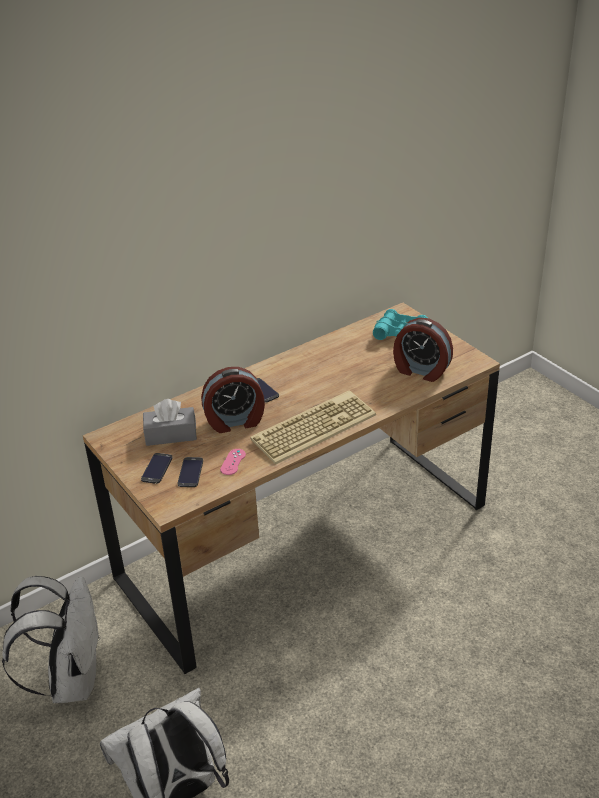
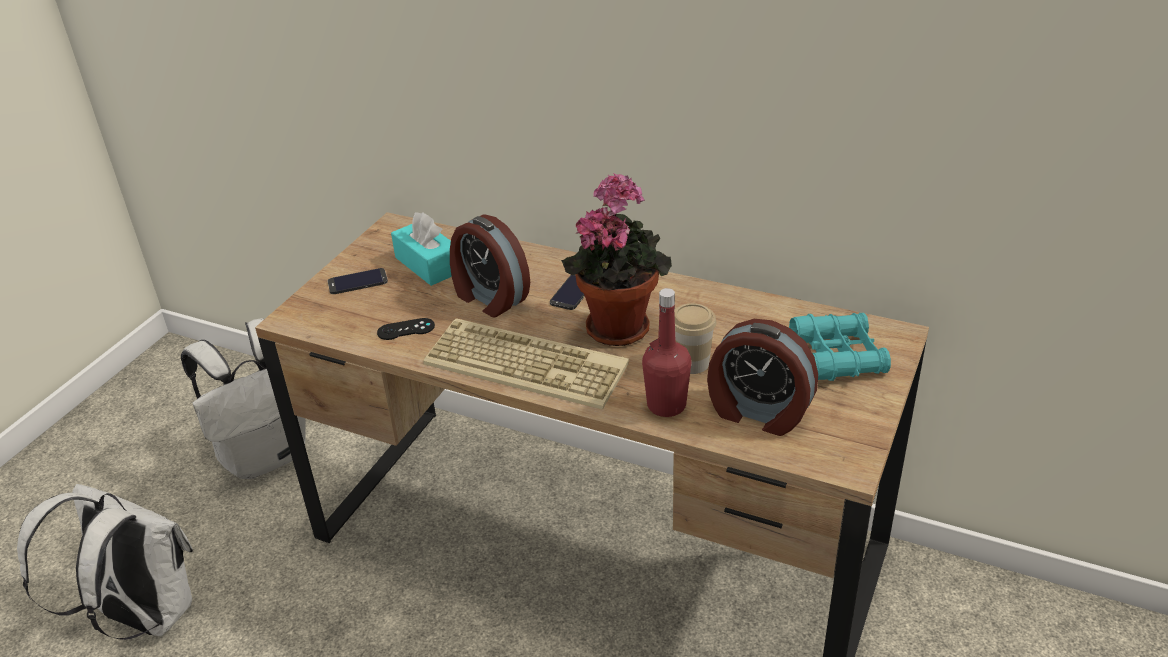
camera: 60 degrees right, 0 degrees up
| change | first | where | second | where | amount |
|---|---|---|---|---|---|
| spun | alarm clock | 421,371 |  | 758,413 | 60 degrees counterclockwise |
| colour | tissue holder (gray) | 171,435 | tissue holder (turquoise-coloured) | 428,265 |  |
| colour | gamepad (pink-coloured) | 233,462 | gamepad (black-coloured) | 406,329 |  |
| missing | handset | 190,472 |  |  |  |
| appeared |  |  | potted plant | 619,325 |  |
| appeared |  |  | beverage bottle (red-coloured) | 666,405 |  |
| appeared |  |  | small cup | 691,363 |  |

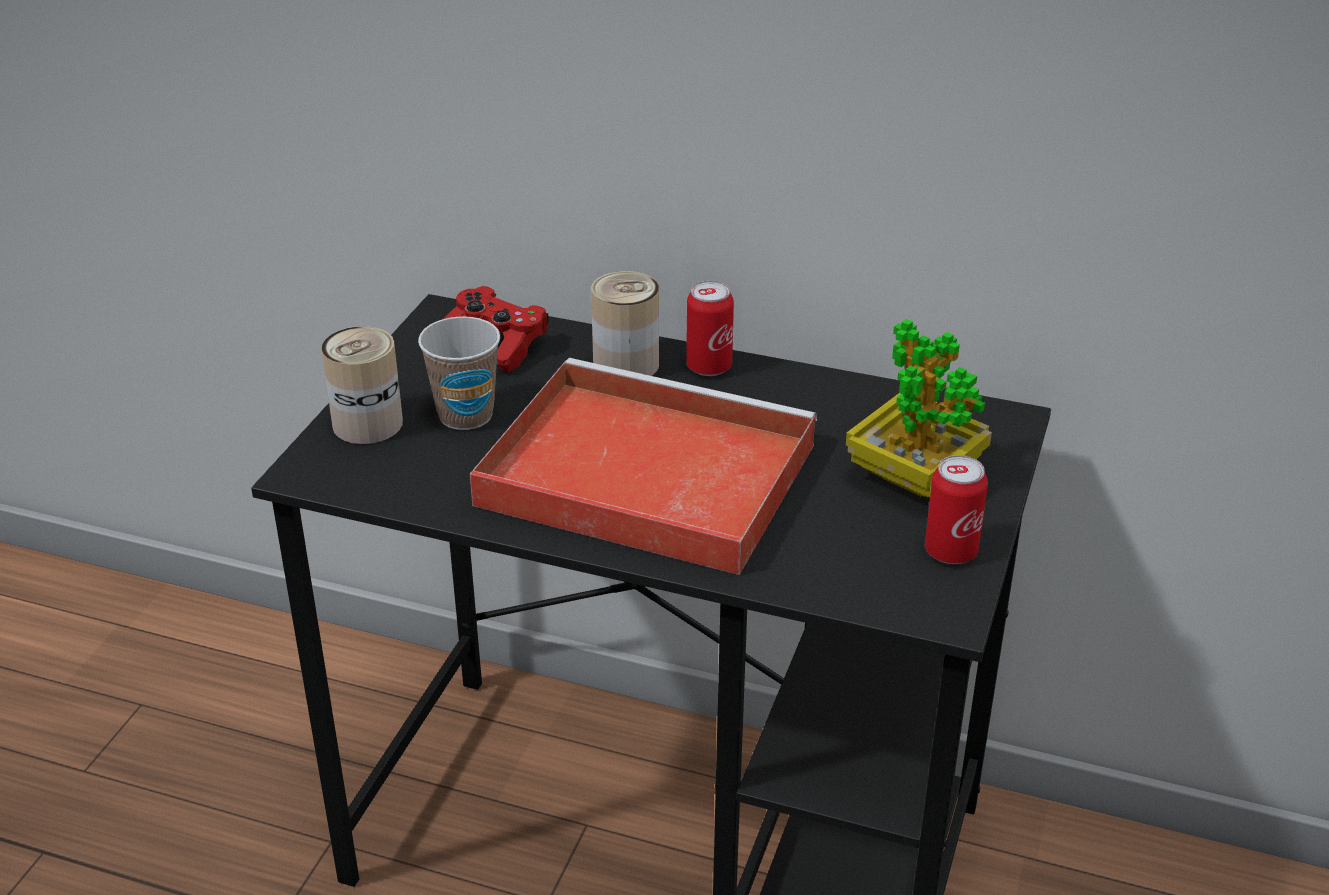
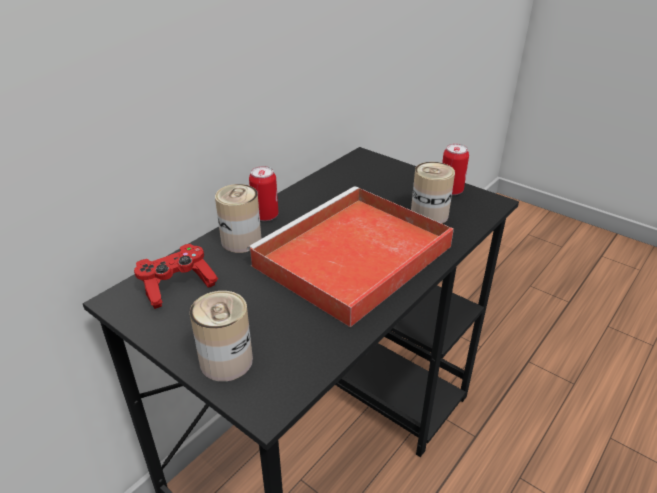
camera: 70 degrees left, 0 degrees up
| change | first | where | second | where | amount |
|---|---|---|---|---|---|
| missing | small cup | 465,415 |  |  |  |
| missing | potted plant | 914,476 |  |  |  |
| appeared |  |  | metal can | 429,215 |  |

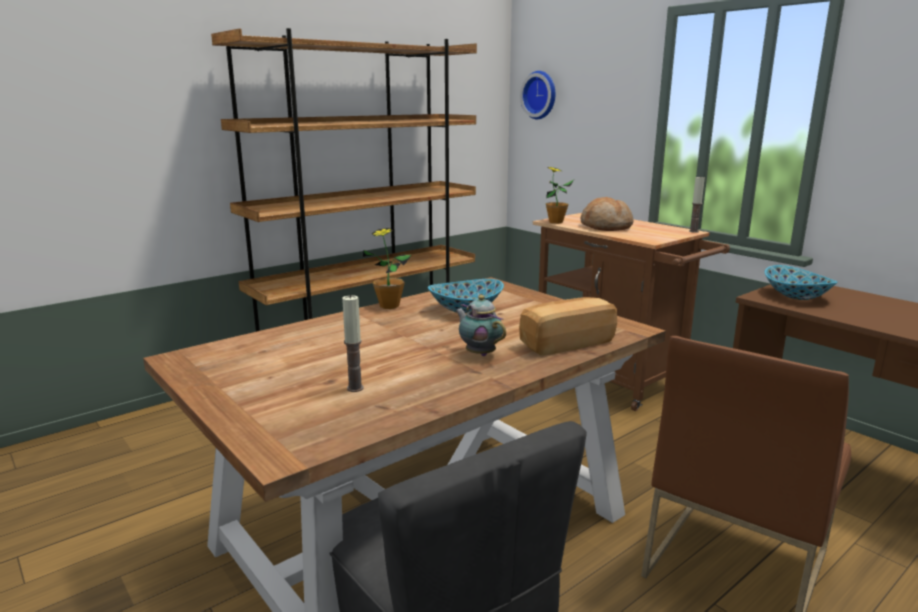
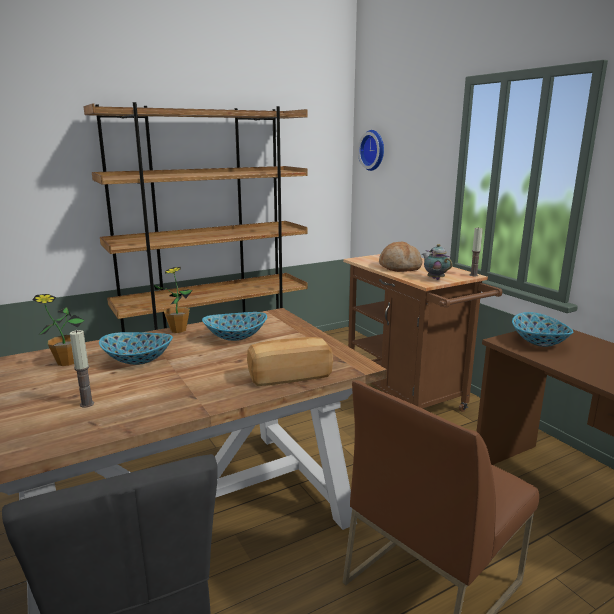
camera: 10 degrees right, 0 degrees up
| change | first | where | second | where | amount |
|---|---|---|---|---|---|
| relocated | potted plant | 555,222 |  | 66,362 |  |
| relocated | pot for tea | 479,353 |  | 435,278 |  |
| appeared |  |  | bowl | 138,360 |  |

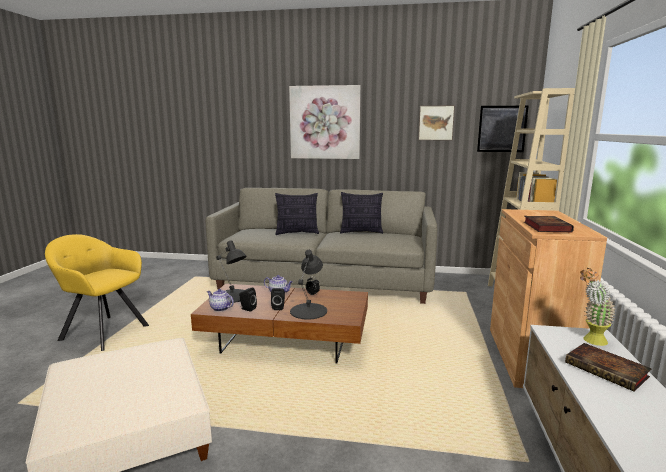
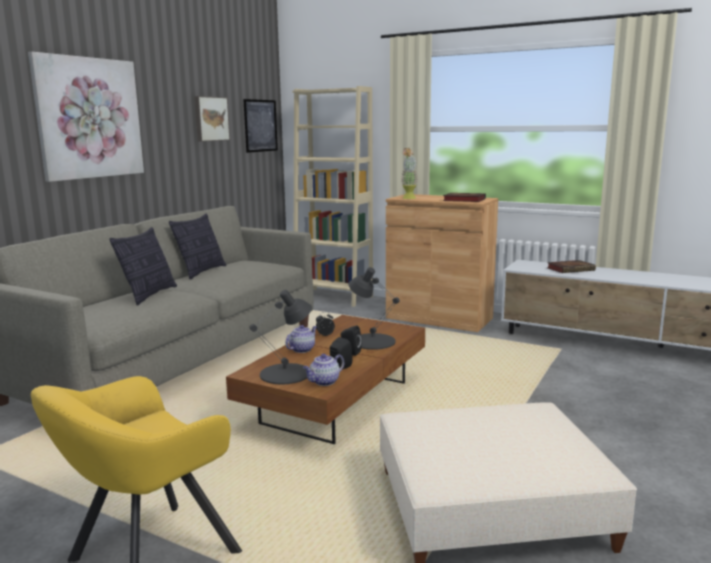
camera: 70 degrees left, 0 degrees up
| change | first | where | second | where | amount |
|---|---|---|---|---|---|
| relocated | potted plant | 590,341 |  | 409,198 |  |

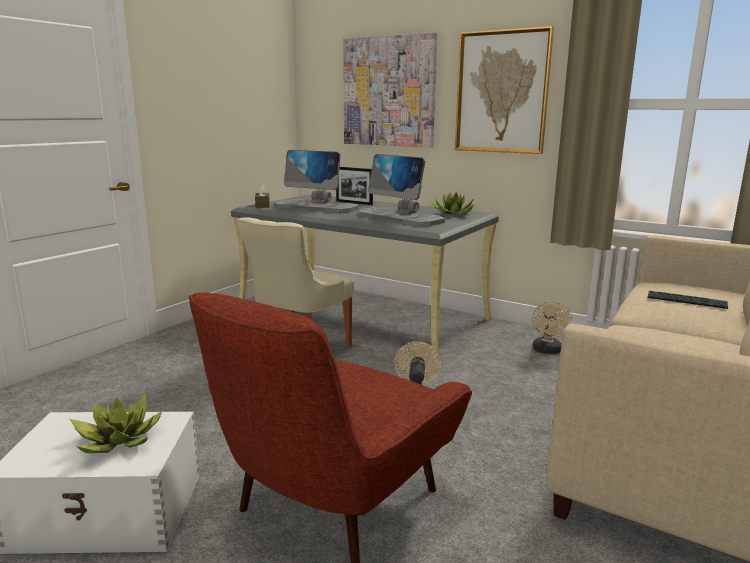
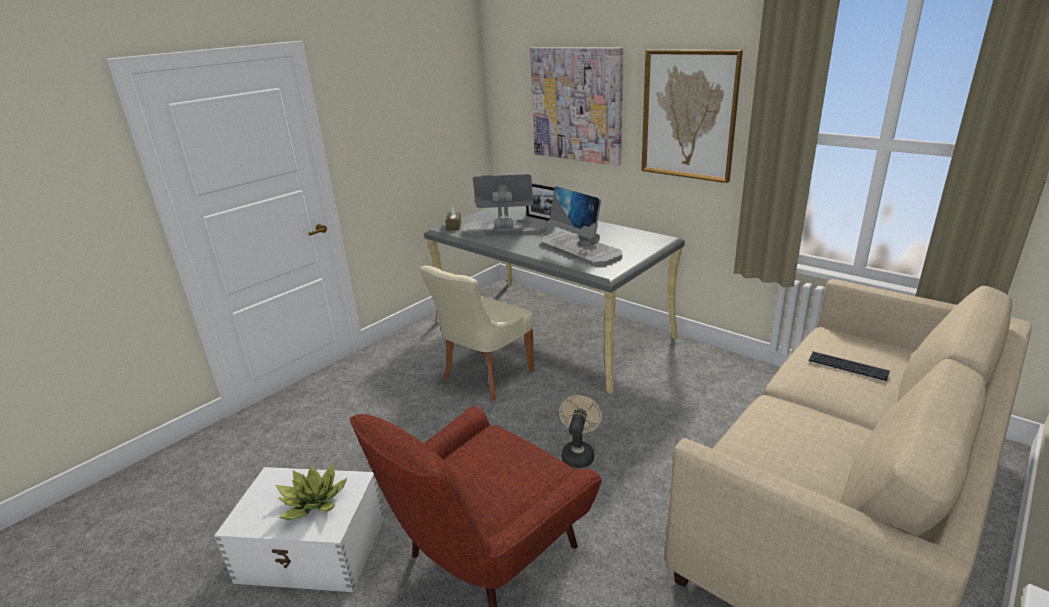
camera: 10 degrees right, 10 degrees up
| change | first | where | second | where | amount |
|---|---|---|---|---|---|
| spun | computer screen | 316,207 |  | 504,229 | 150 degrees clockwise |
| missing | potted plant | 453,214 |  |  |  |
| missing | fan (sand-coloured) | 547,351 |  |  |  |

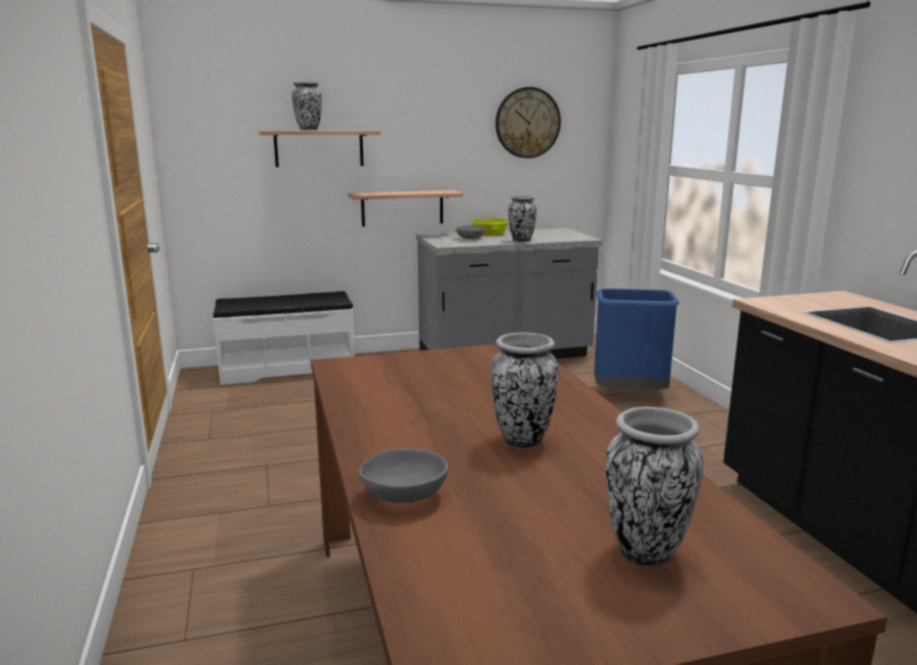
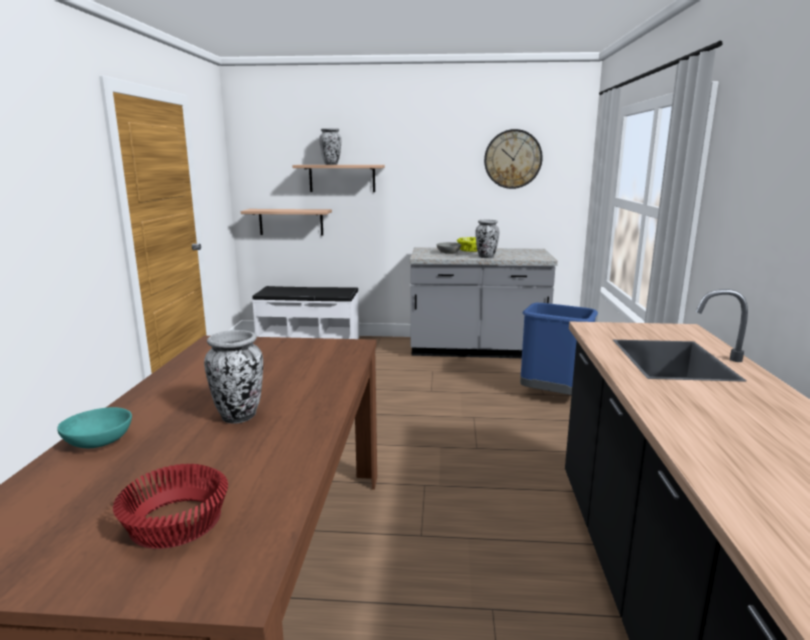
camera: 20 degrees right, 0 degrees up
| change | first | where | second | where | amount |
|---|---|---|---|---|---|
| relocated | shelf | 402,208 |  | 291,222 |  |
| exchanged | flower vase | 645,551 | bowl (red-coloured) | 176,521 |  |
| colour | bowl (gray) | 404,494 | bowl (turquoise-coloured) | 99,441 |  |

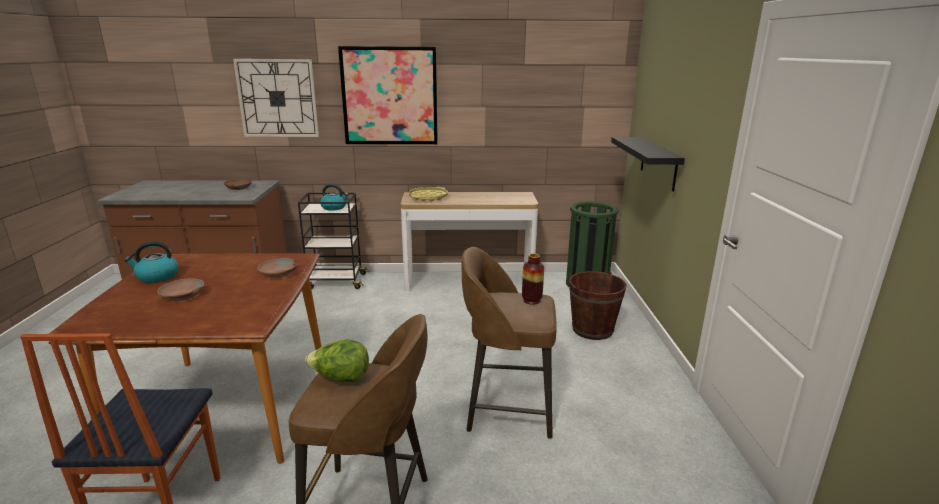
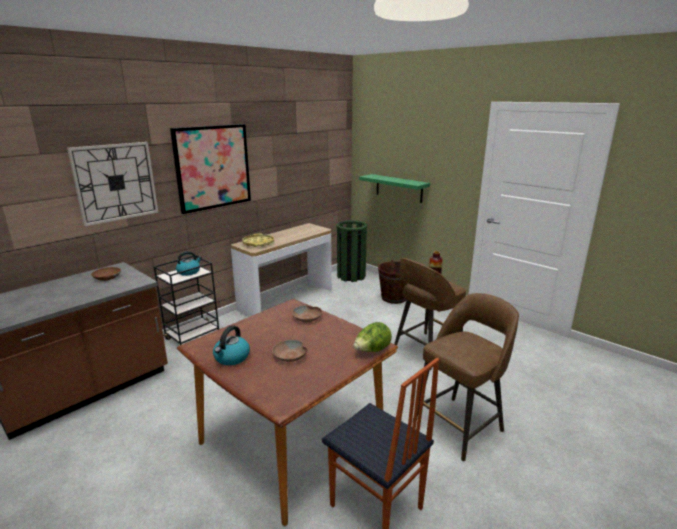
camera: 45 degrees left, 0 degrees up
| change | first | where | second | where | amount |
|---|---|---|---|---|---|
| colour | shelf (black-coloured) | 658,163 | shelf (greenish) | 399,188 |  |
| relocated | lettuce head | 340,379 |  | 372,351 |  |

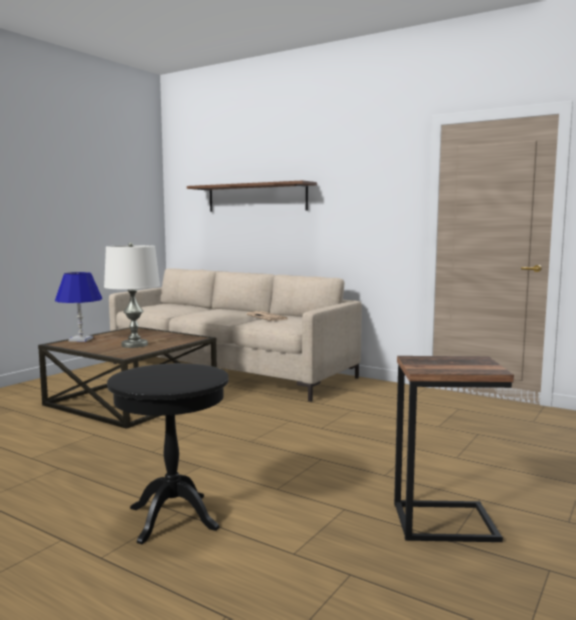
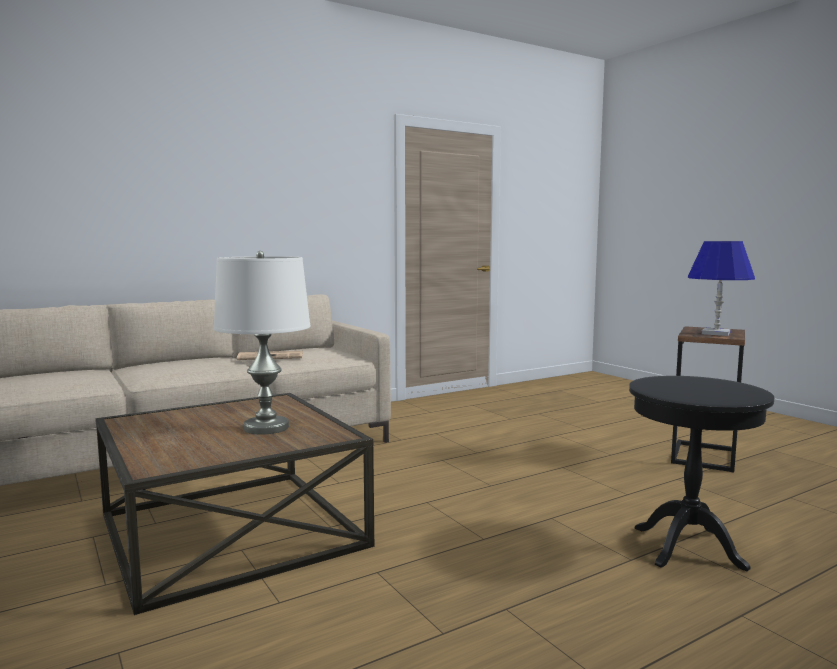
camera: 65 degrees left, 0 degrees up
| change | first | where | second | where | amount |
|---|---|---|---|---|---|
| missing | shelf (brown-coloured) | 256,198 |  |  |  |
| relocated | lamp for a table (blue) | 81,339 |  | 716,333 |  |

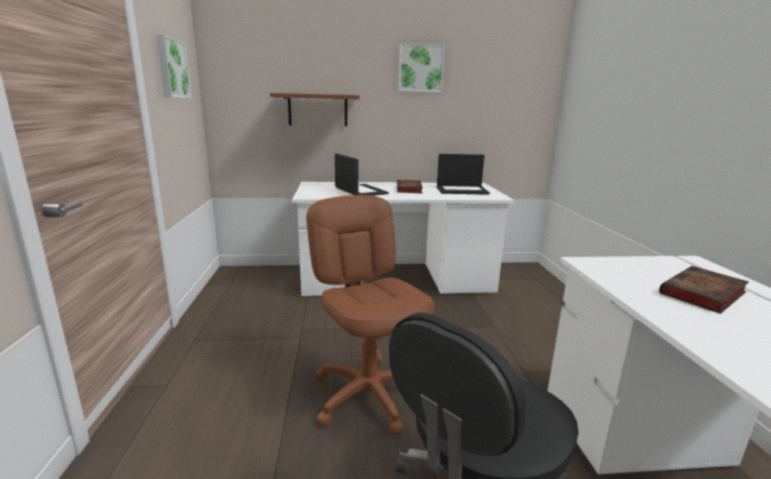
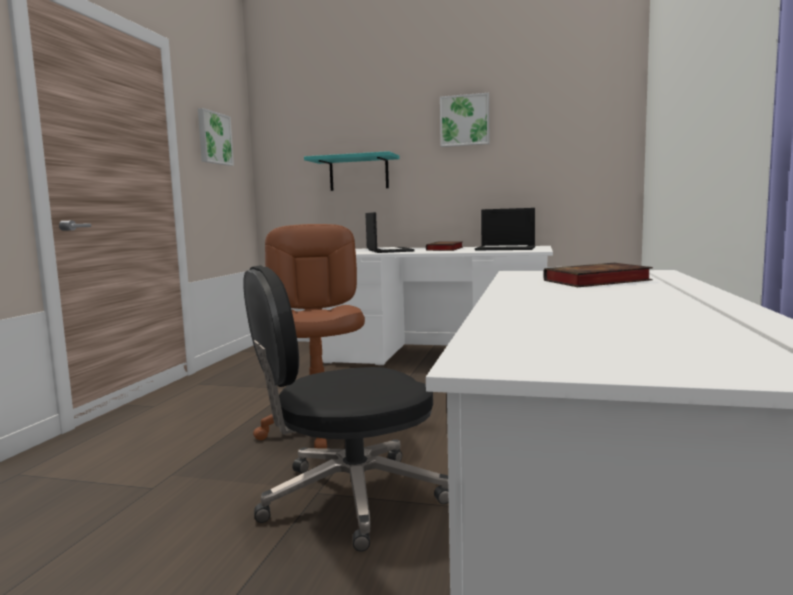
camera: 20 degrees right, 10 degrees down
| change | first | where | second | where | amount |
|---|---|---|---|---|---|
| colour | shelf (brown-coloured) | 318,110 | shelf (turquoise-coloured) | 359,173 |  |

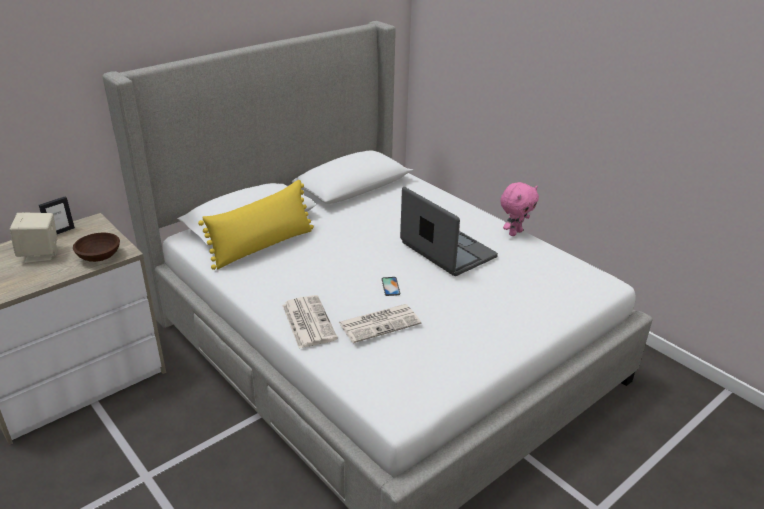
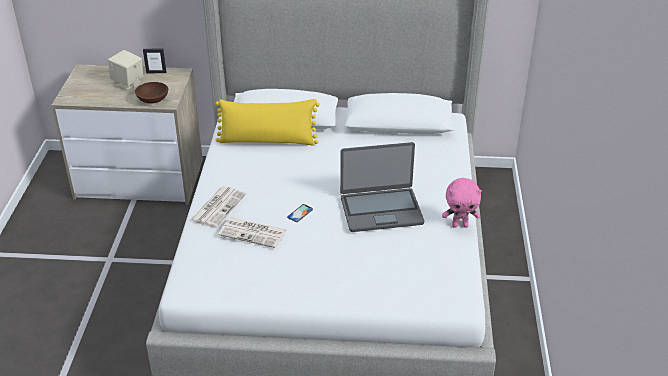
camera: 45 degrees right, 5 degrees up
| change | first | where | second | where | amount |
|---|---|---|---|---|---|
| spun | notebook computer | 447,251 |  | 381,210 | 75 degrees clockwise |

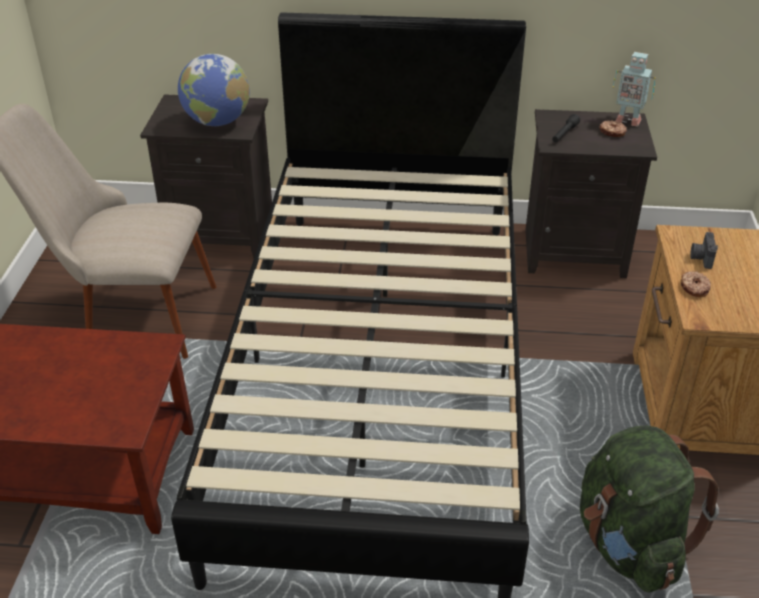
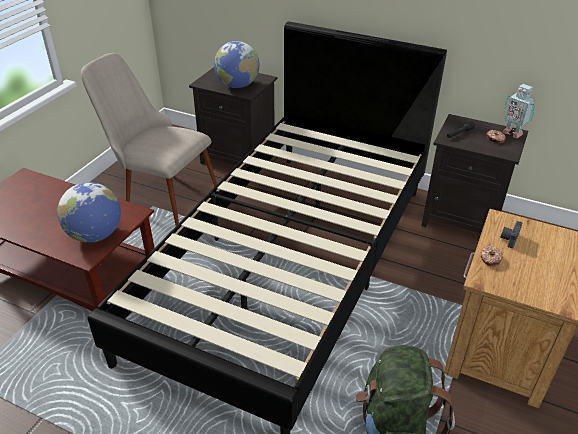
camera: 20 degrees right, 0 degrees up
| change | first | where | second | where | amount |
|---|---|---|---|---|---|
| appeared |  |  | desk globe | 95,235 |  |

